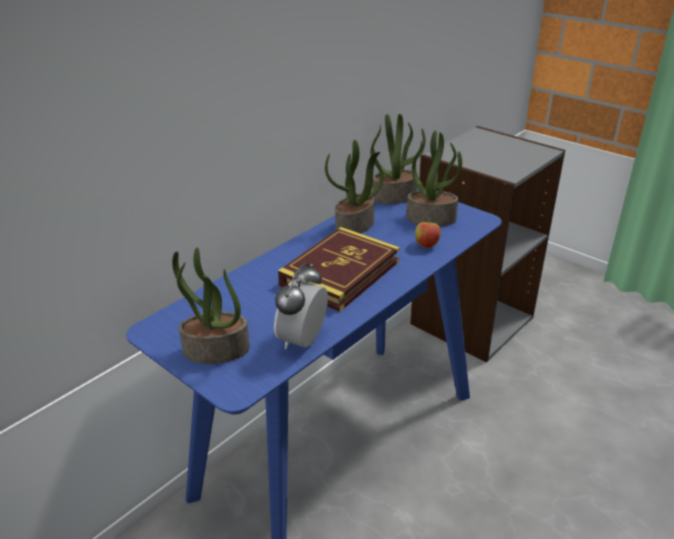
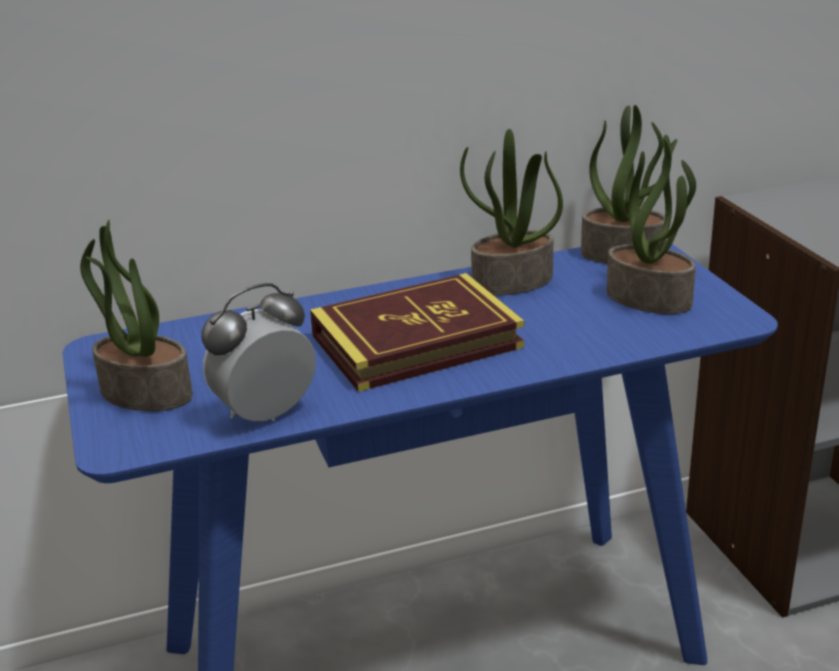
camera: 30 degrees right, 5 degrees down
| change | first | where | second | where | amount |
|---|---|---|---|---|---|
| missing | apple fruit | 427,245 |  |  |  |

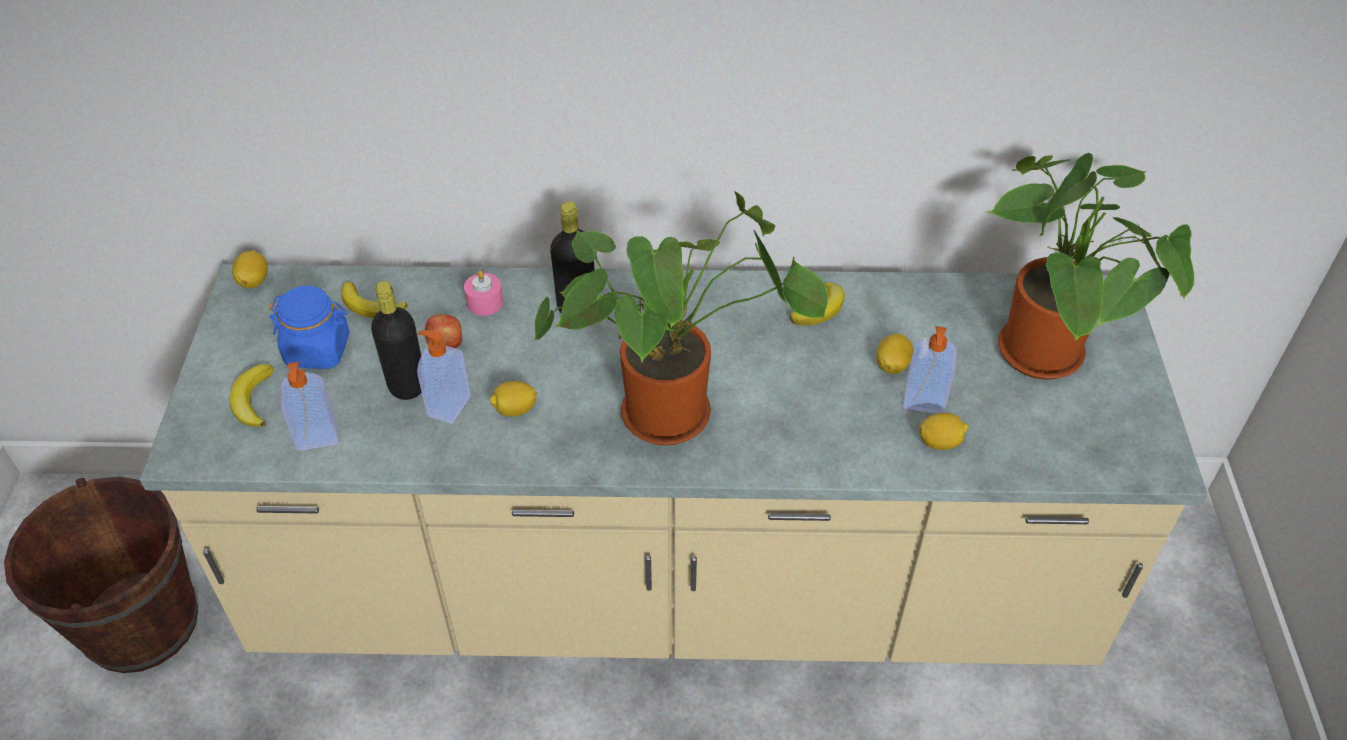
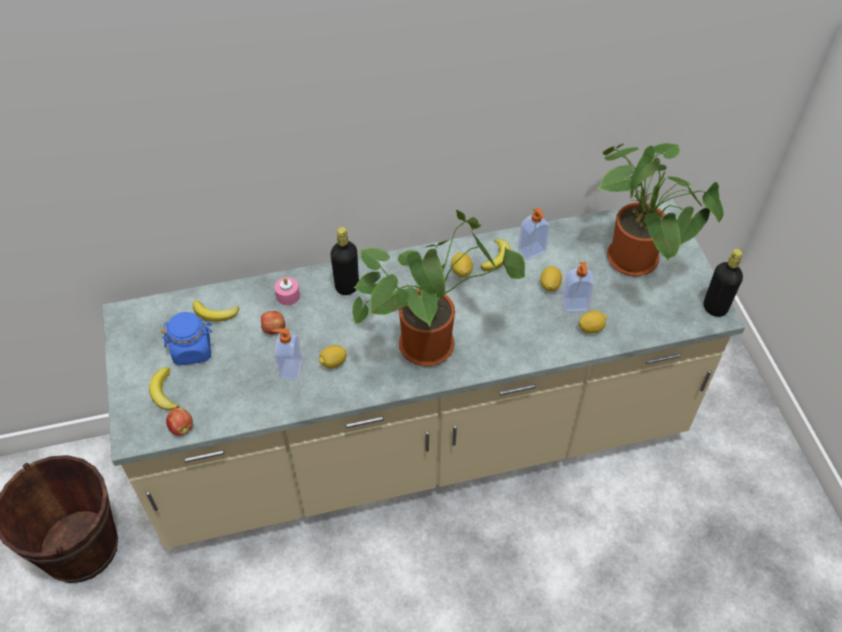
camera: 15 degrees left, 5 degrees up
| change | first | where | second | where | amount |
|---|---|---|---|---|---|
| relocated | citrus fruit | 254,281 |  | 461,271 |  |
| relocated | beverage bottle (black-coloured) | 407,386 |  | 715,308 |  |
| relocated | soap bottle | 317,438 |  | 532,251 |  |
| appeared |  |  | apple fruit | 181,427 |  |

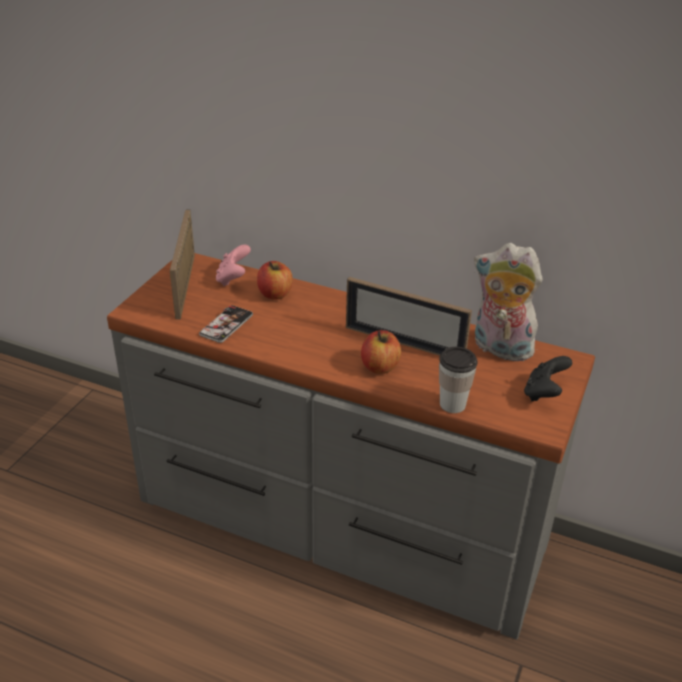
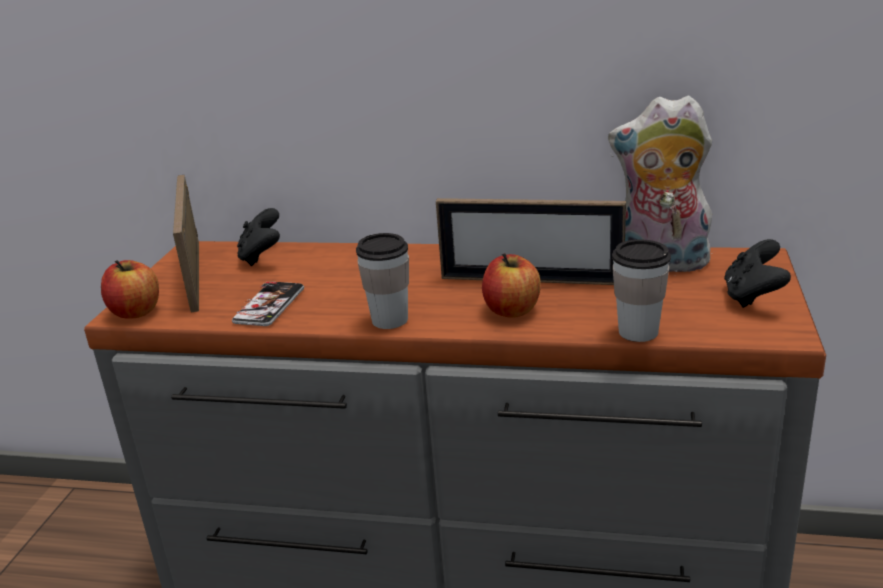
camera: 10 degrees left, 10 degrees down
| change | first | where | second | where | amount |
|---|---|---|---|---|---|
| colour | gamepad (pink-coloured) | 233,279 | gamepad (black-coloured) | 262,257 |  |
| relocated | apple fruit | 275,294 |  | 136,312 |  |
| appeared |  |  | small cup | 389,320 |  |

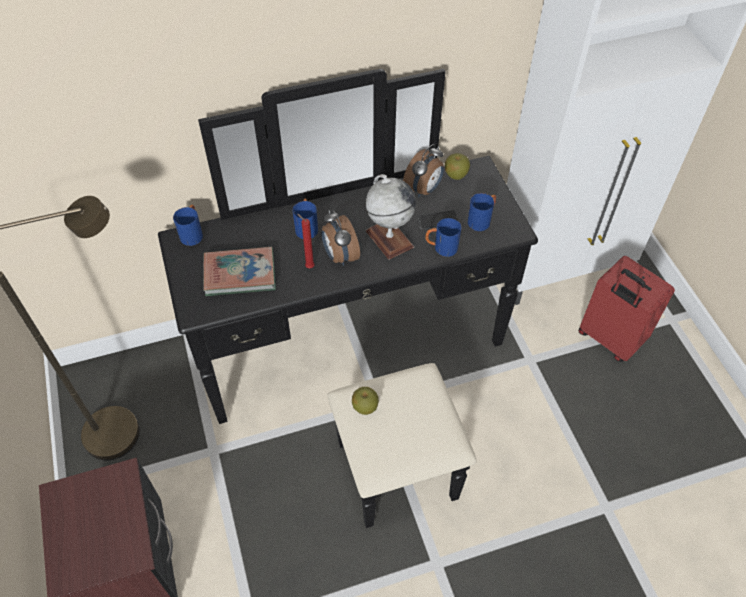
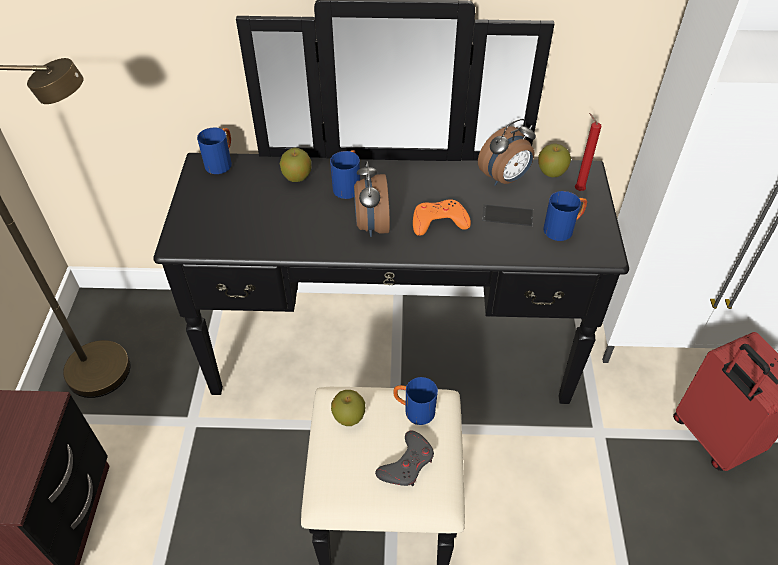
camera: 20 degrees right, 5 degrees down
| change | first | where | second | where | amount |
|---|---|---|---|---|---|
| exchanged | desk globe | 389,239 | gamepad (orangey) | 439,221 |  |
| relocated | candle (red-coloured) | 308,266 |  | 577,189 |  |
| relocated | tea mug (blue) | 441,248 |  | 414,411 |  |
| missing | book | 240,274 |  |  |  |
| appeared |  |  | apple fruit | 297,177 |  |
| appeared |  |  | gamepad (gray) | 407,463 |  |

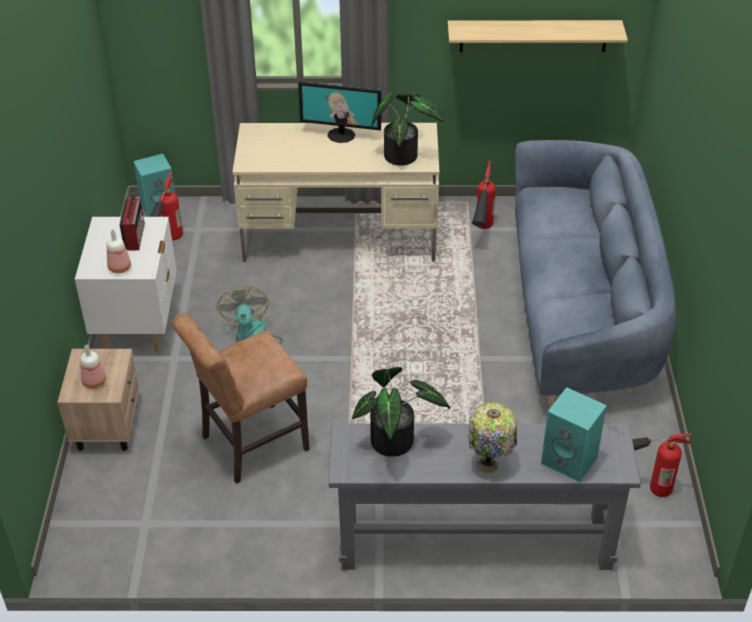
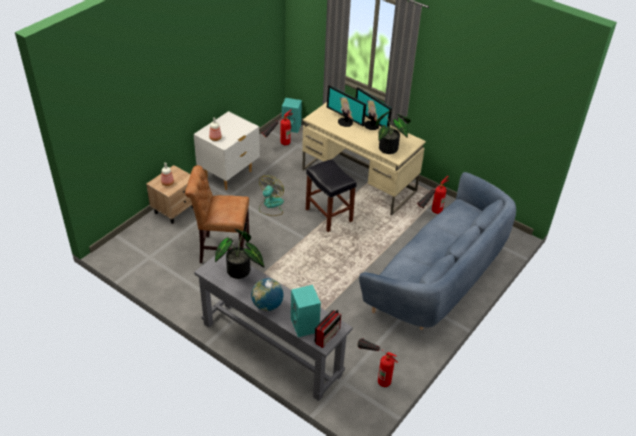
camera: 35 degrees right, 0 degrees up
| change | first | where | second | where | amount |
|---|---|---|---|---|---|
| missing | shelf | 533,35 |  |  |  |
| relocated | radio | 135,236 |  | 328,335 |  |
| exchanged | lamp for a table | 489,465 | desk globe | 267,305 |  |
| appeared |  |  | computer screen | 345,122 |  |
| appeared |  |  | sitting stool (black-coloured) | 328,215 |  |

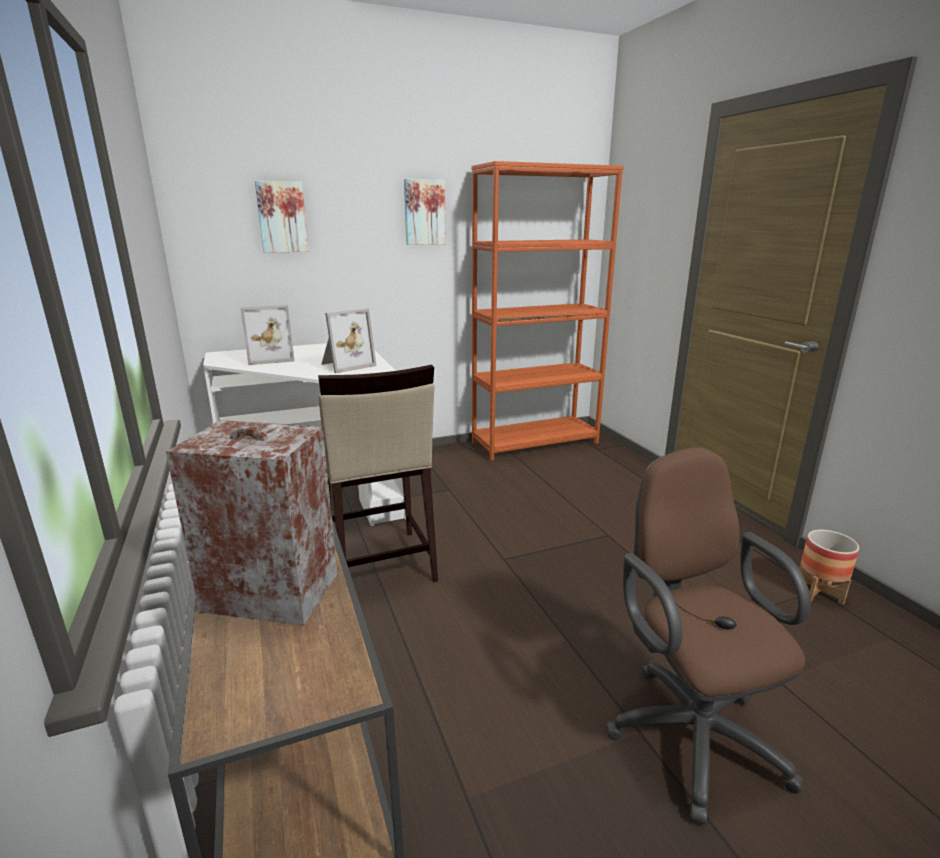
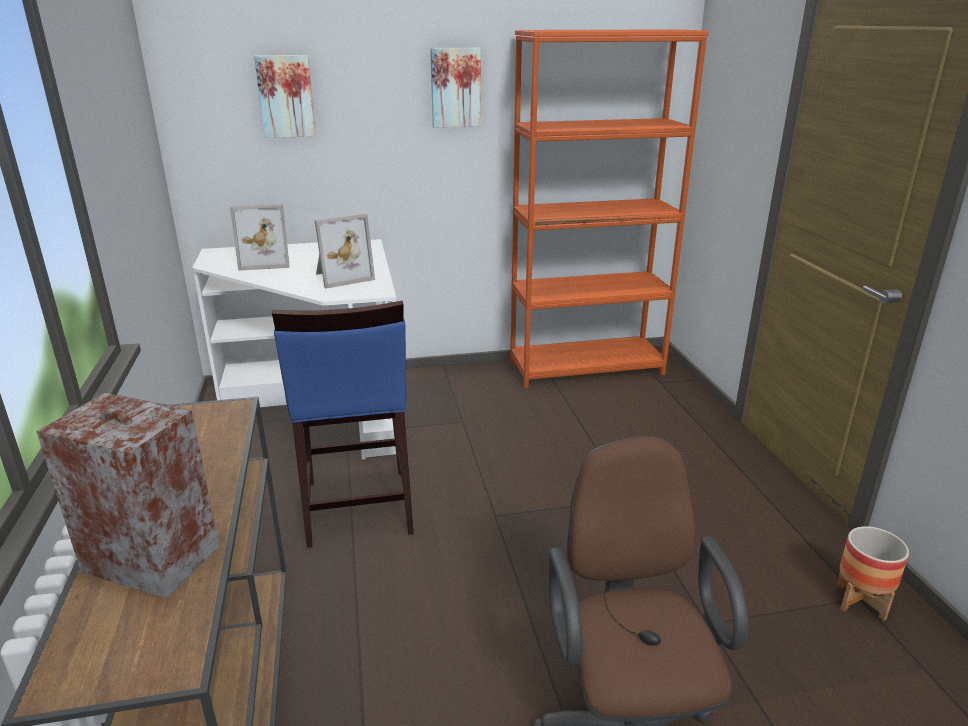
camera: 10 degrees right, 5 degrees up
| change | first | where | second | where | amount |
|---|---|---|---|---|---|
| colour | sitting stool (sand-coloured) | 379,565 | sitting stool (blue) | 357,508 |  |

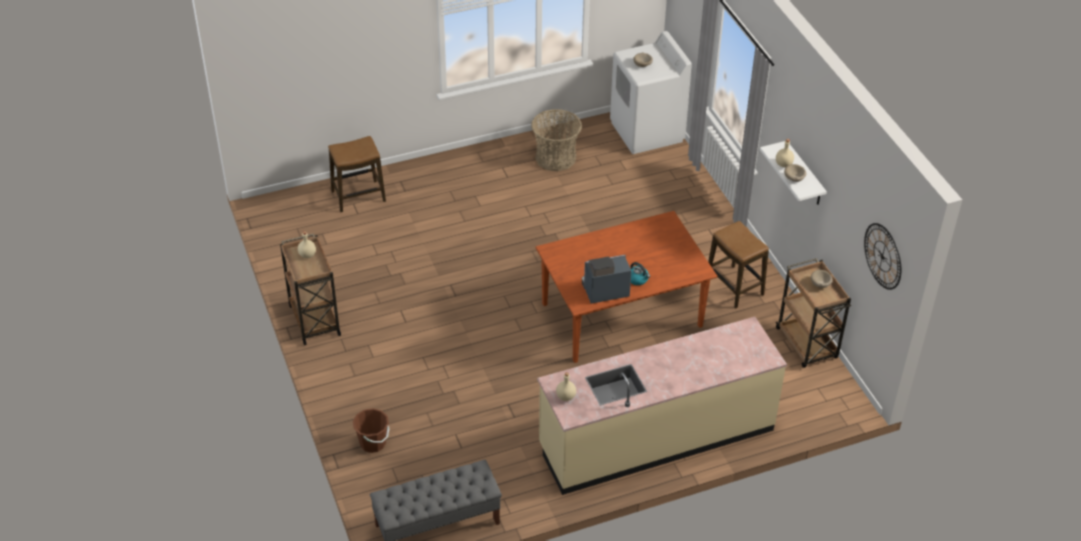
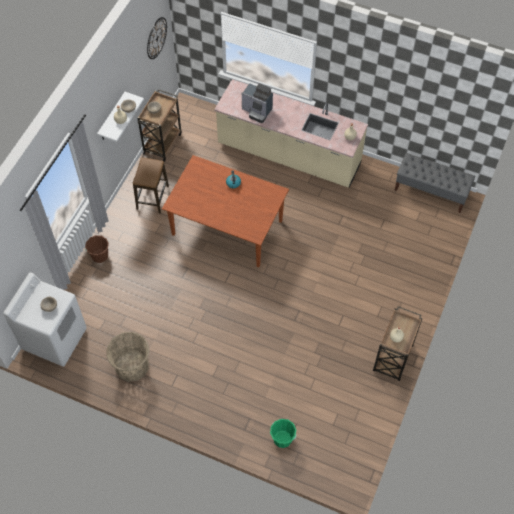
camera: 135 degrees left, 15 degrees up
| change | first | where | second | where | amount |
|---|---|---|---|---|---|
| exchanged | sitting stool | 358,196 | pail (greenish) | 282,439 |  |
| relocated | coffee maker | 604,291 |  | 257,111 |  |
| relocated | pail (brown-coloured) | 373,443 |  | 100,256 |  |

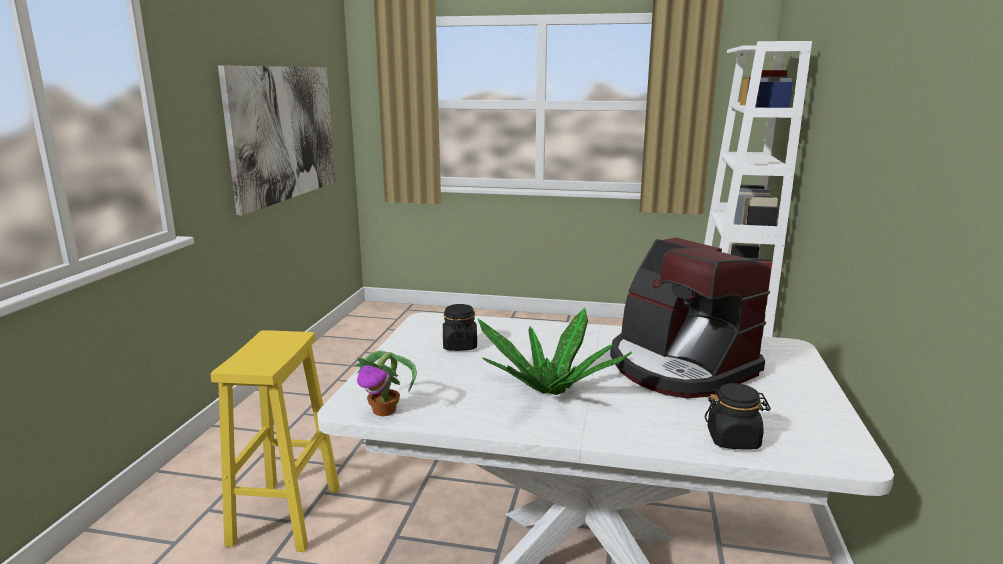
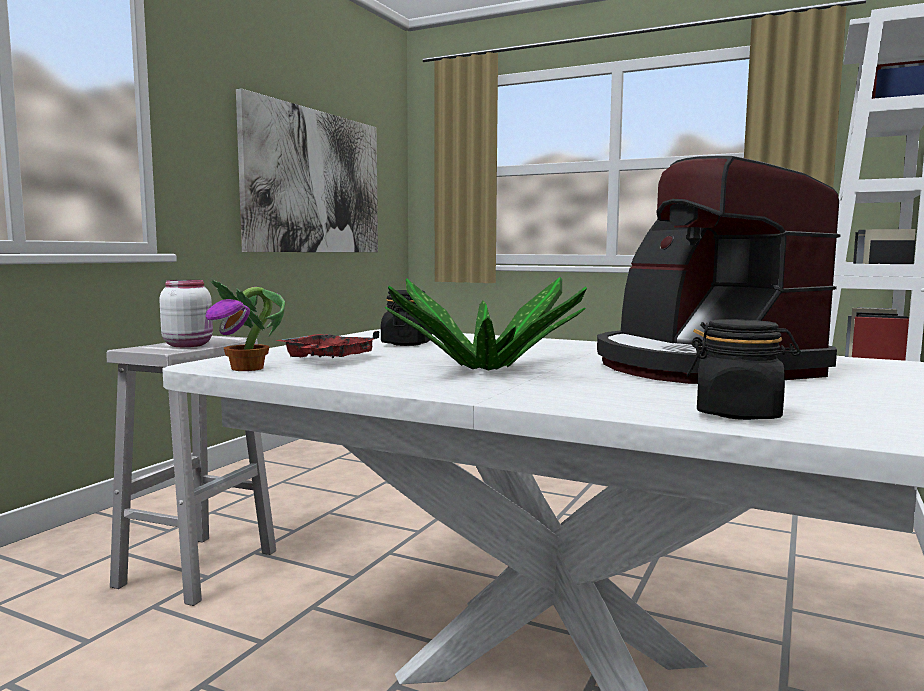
camera: 15 degrees right, 10 degrees down
| change | first | where | second | where | amount |
|---|---|---|---|---|---|
| colour | sitting stool (yellow) | 286,514 | sitting stool (whitish) | 199,567 |  |
| appeared |  |  | jar (whitish) | 189,345 |  |
| appeared |  |  | tray (red-coloured) | 327,359 |  |

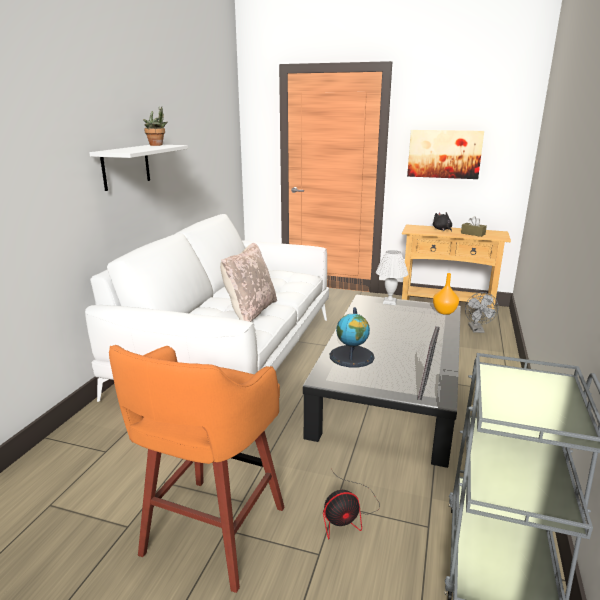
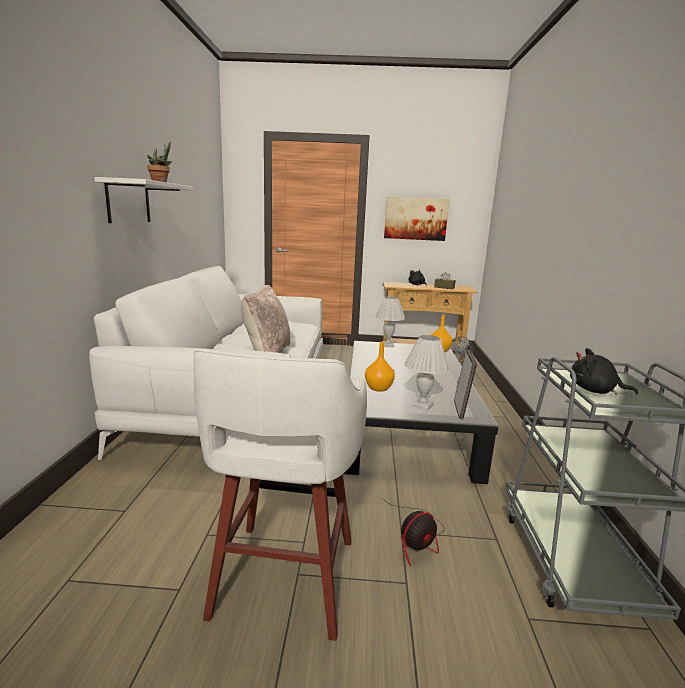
camera: 15 degrees left, 5 degrees down
| change | first | where | second | where | amount |
|---|---|---|---|---|---|
| exchanged | desk globe | 352,356 | flower vase (orangey) | 379,388 |  |
| colour | sitting stool (orangey) | 212,534 | sitting stool (whitish) | 283,581 |  |
| appeared |  |  | lamp for a table (whitish) | 422,405 |  |
| appeared |  |  | soft toy (black-coloured) | 595,391 |  |

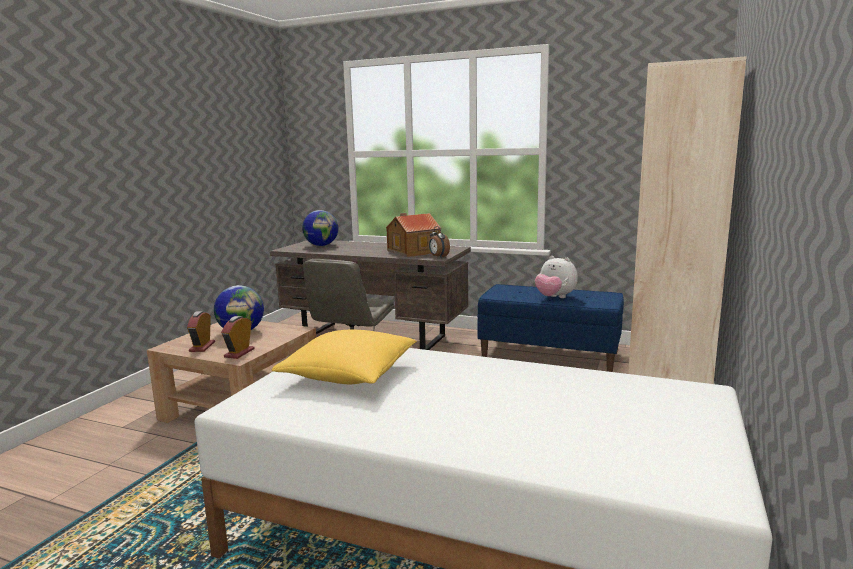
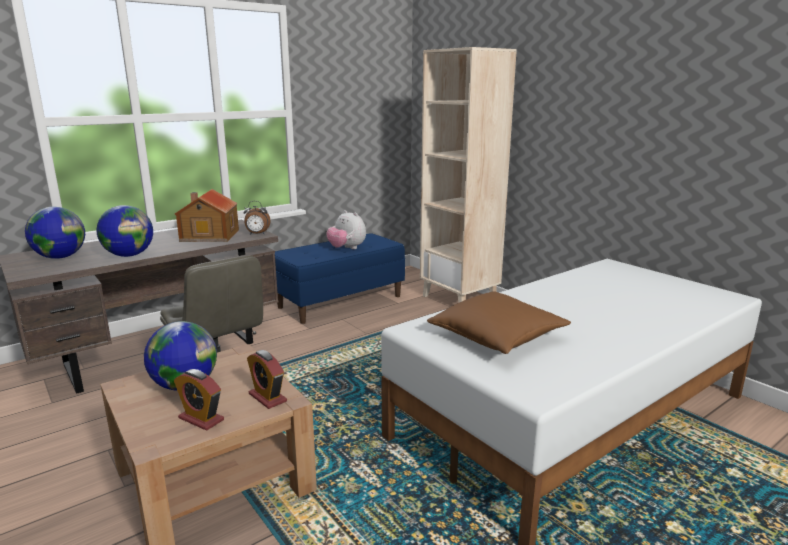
camera: 60 degrees left, 5 degrees up
| change | first | where | second | where | amount |
|---|---|---|---|---|---|
| spun | soft toy | 555,297 |  | 347,248 | 60 degrees clockwise |
| colour | pillow (yellow) | 349,374 | pillow (brown-coloured) | 497,337 |  |
| appeared |  |  | desk globe | 129,255 |  |

